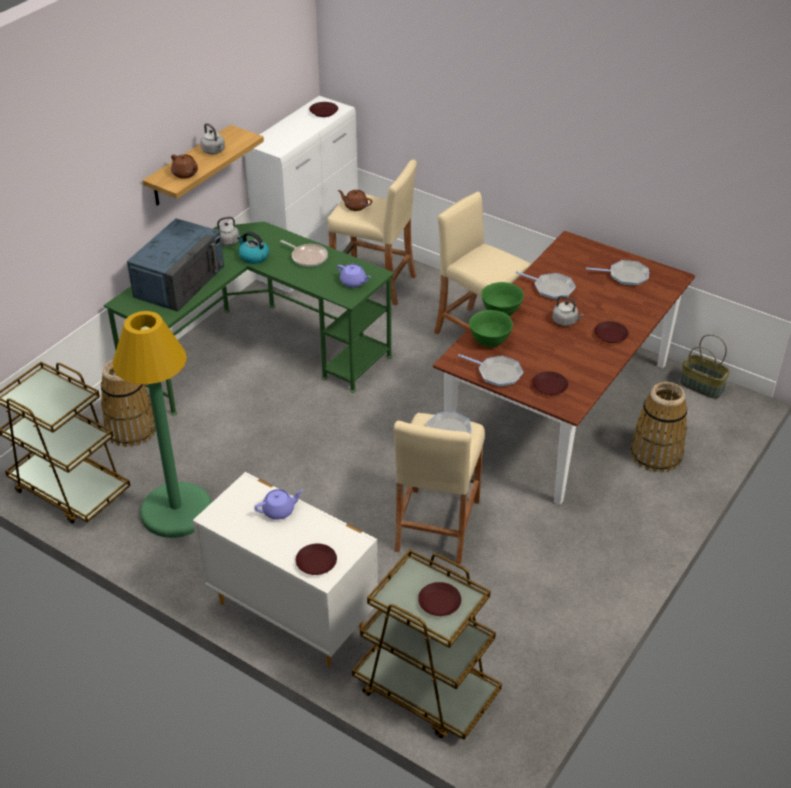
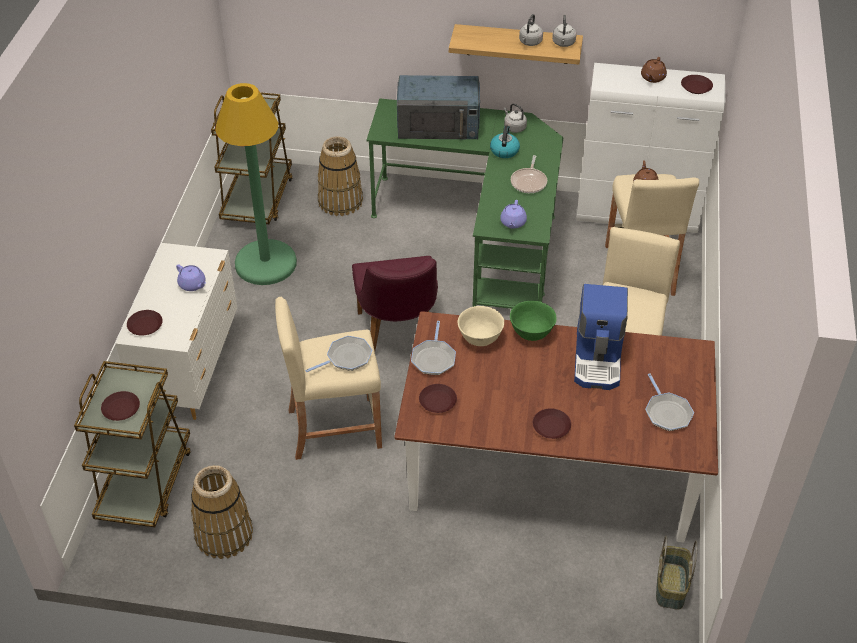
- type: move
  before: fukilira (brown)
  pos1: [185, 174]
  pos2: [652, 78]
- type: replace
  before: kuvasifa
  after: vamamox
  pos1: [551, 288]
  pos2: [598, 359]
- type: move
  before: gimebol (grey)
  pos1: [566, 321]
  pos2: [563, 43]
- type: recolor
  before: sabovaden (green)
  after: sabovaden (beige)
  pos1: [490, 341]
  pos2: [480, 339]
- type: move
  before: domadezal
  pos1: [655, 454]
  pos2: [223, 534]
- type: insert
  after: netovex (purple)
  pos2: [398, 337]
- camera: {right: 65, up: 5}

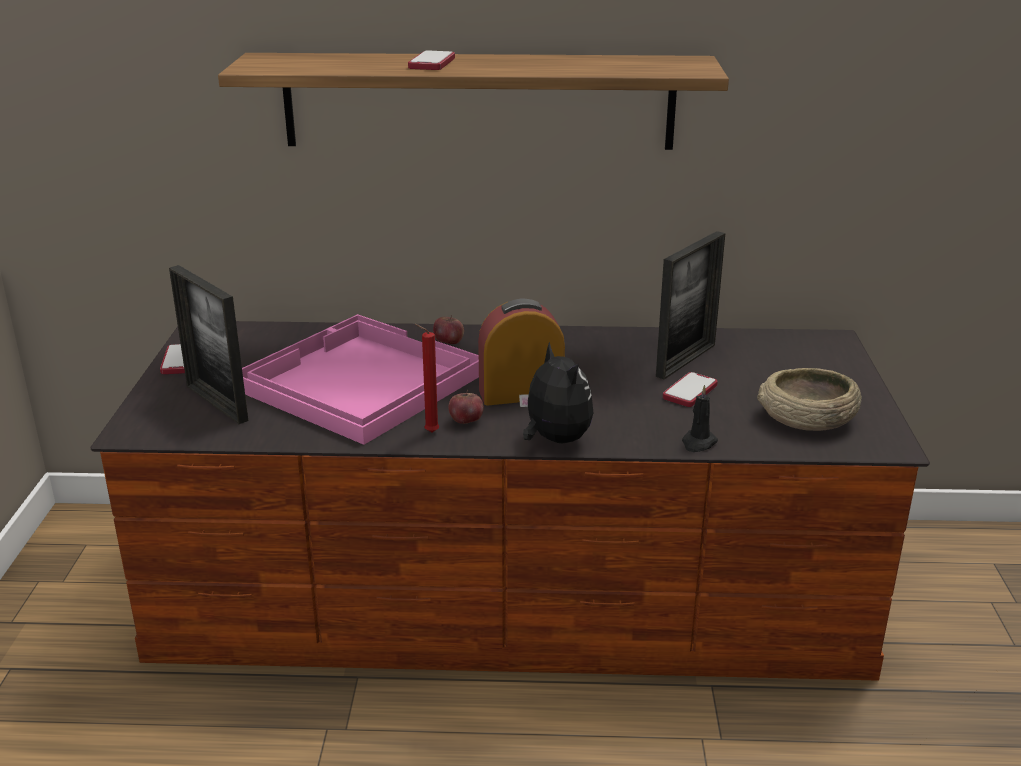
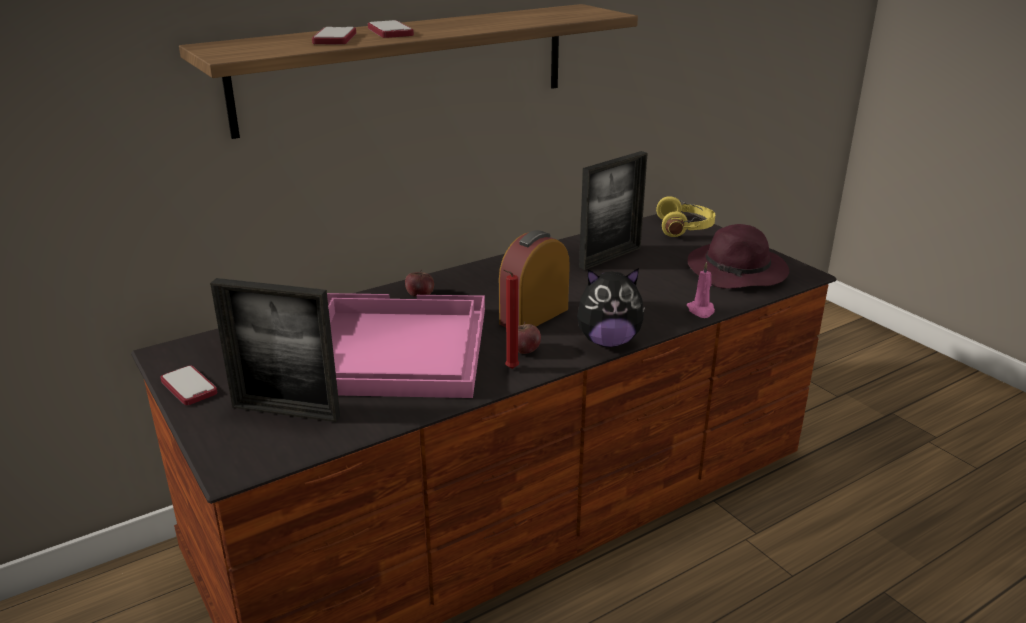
- type: rotate
  before: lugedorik
  pos1: [686, 360]
  pos2: [610, 257]
  turn: 45
- type: rotate
  before: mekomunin
  pos1: [554, 439]
  pos2: [608, 341]
  turn: 150
- type: replace
  before: sabovaden (beige)
  after: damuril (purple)
  pos1: [807, 418]
  pos2: [738, 272]
- type: move
  before: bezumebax
  pos1: [690, 391]
  pos2: [335, 38]
- type: recolor
  before: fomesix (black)
  after: fomesix (pink)
  pos1: [698, 443]
  pos2: [701, 310]
- type: insert
  after: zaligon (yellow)
  pos2: [685, 228]
- camera: {right: -35, up: 0}

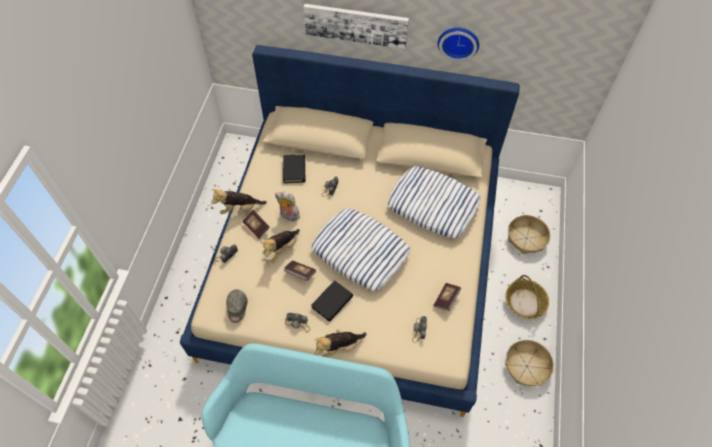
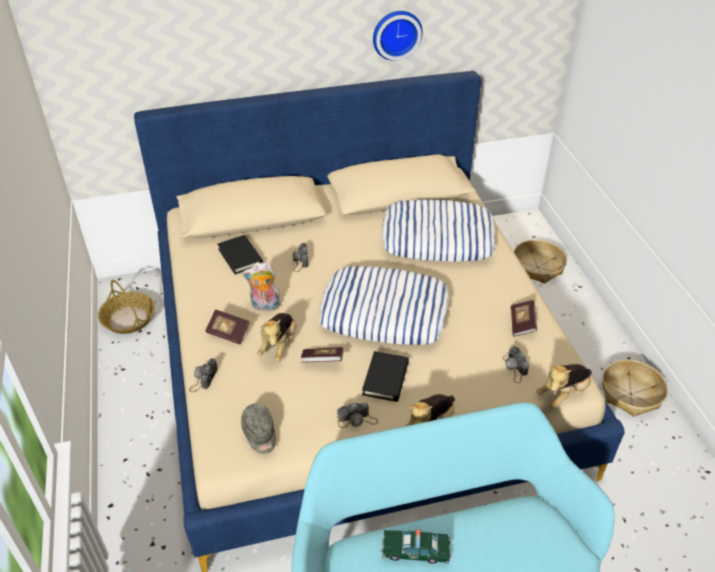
- type: delete
  before: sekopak
  pos1: [356, 24]
- type: move
  before: mekomunin
  pos1: [239, 208]
  pos2: [563, 394]
- type: move
  before: domadezal
  pos1: [525, 302]
  pos2: [129, 319]
- type: insert
  after: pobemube
  pos2: [415, 550]
- camera: {right: -25, up: -15}

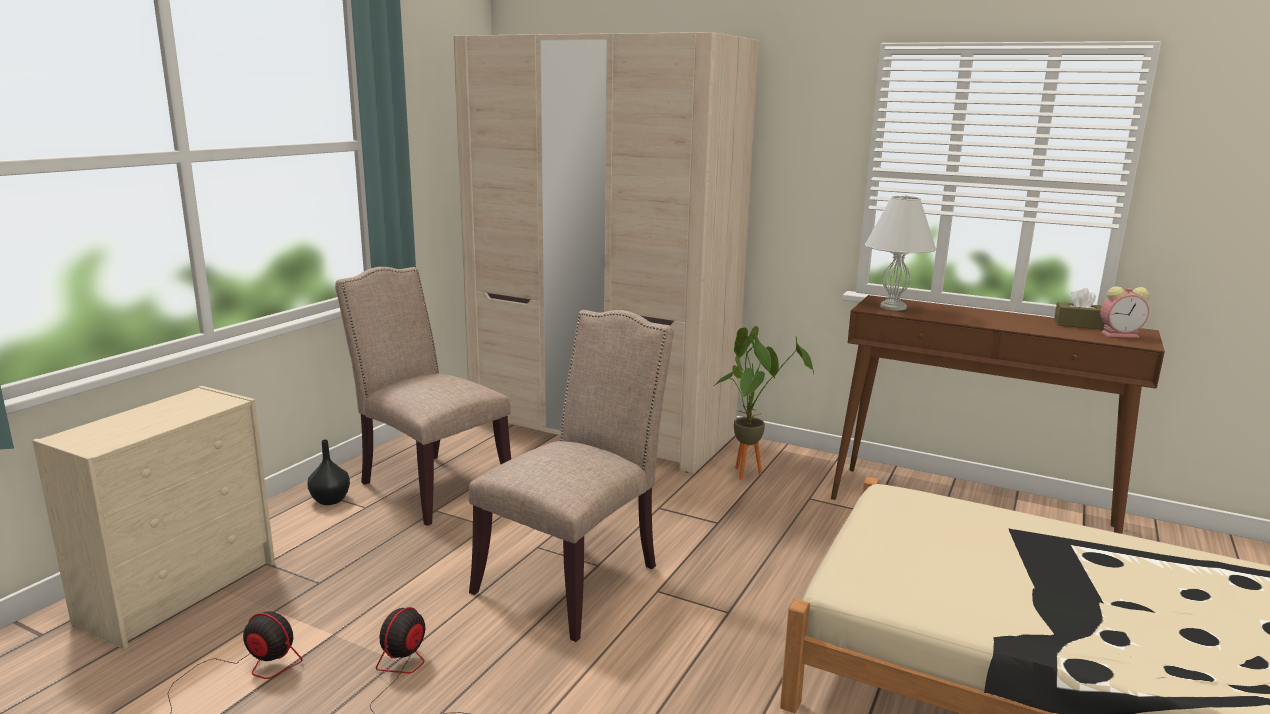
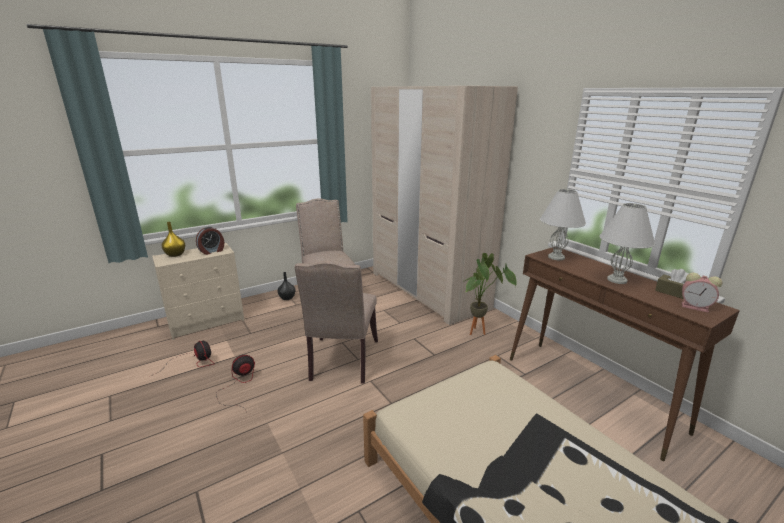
- type: rotate
  before: netovex (beige)
  pos1: [575, 577]
  pos2: [342, 362]
  turn: 120
- type: insert
  after: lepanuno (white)
  pos2: [617, 280]
- type: insert
  after: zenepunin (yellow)
  pos2: [176, 254]
- type: insert
  after: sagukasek
  pos2: [212, 251]
- camera: {right: 30, up: 5}

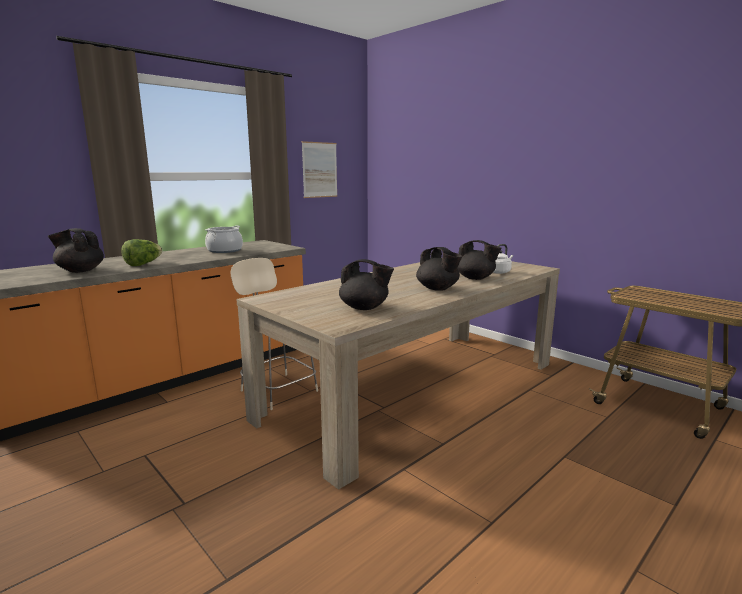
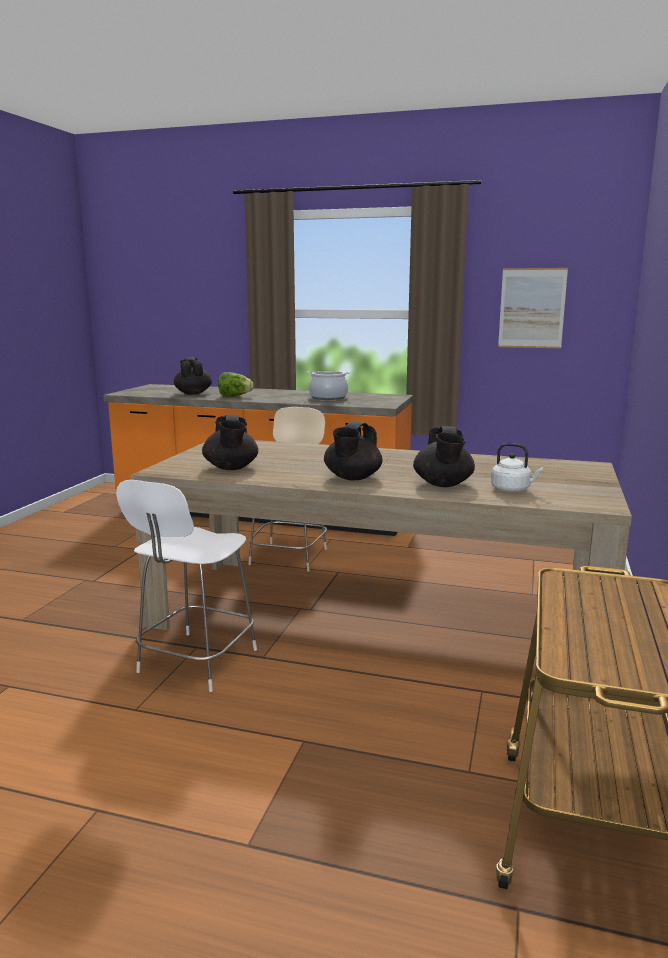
- type: insert
  after: netovex (white)
  pos2: [195, 663]
- camera: {right: 60, up: 0}

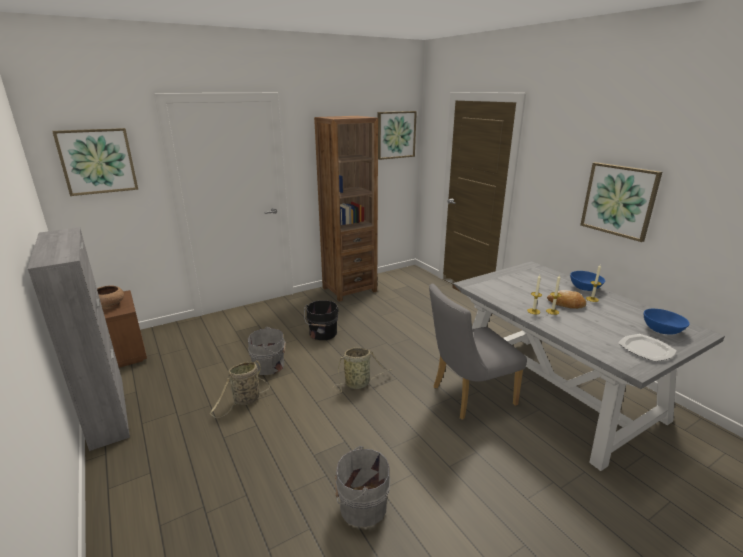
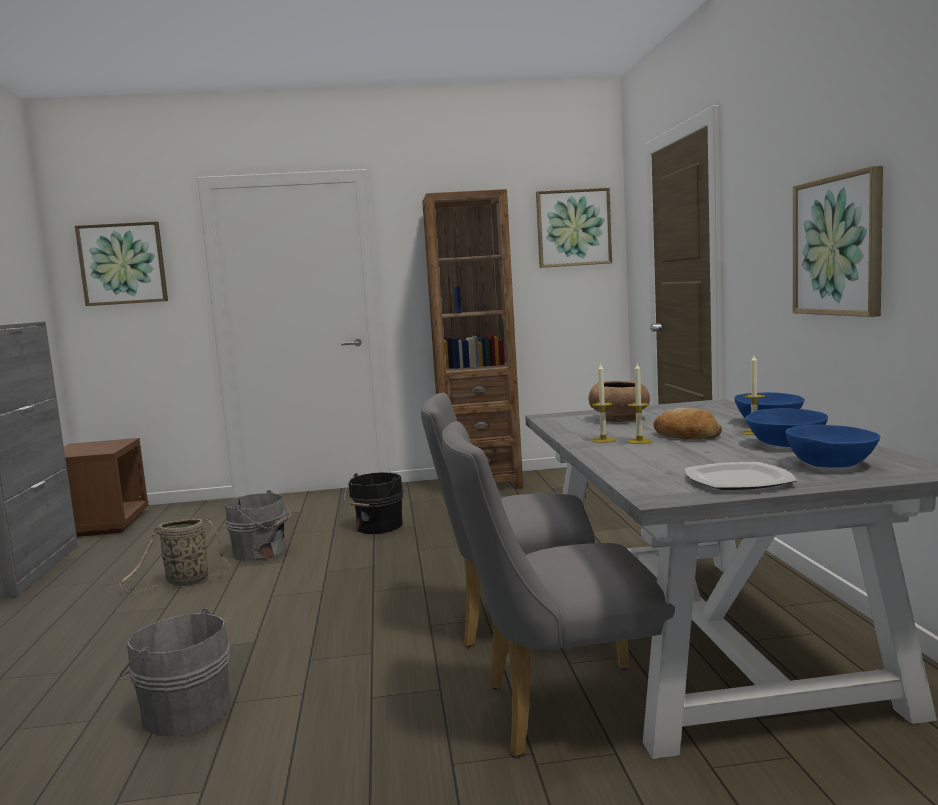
- type: move
  before: sabovaden (brown)
  pos1: [110, 305]
  pos2: [620, 419]
- type: delete
  before: domadezal
  pos1: [359, 383]
- type: insert
  after: sabovaden (blue)
  pos2: [786, 444]
- type: insert
  after: netovex (grey)
  pos2: [560, 711]
- camera: {right: 25, up: -15}

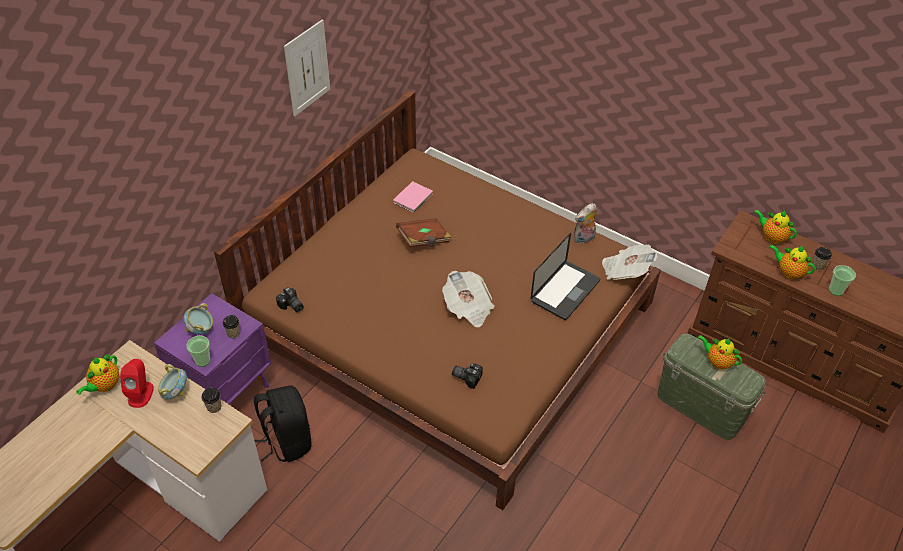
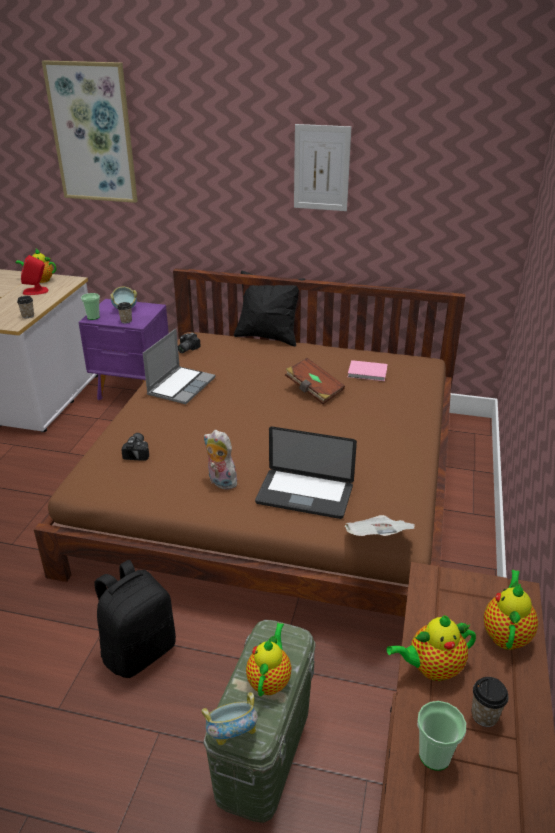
- type: move
  before: mekomunin
  pos1: [584, 239]
  pos2: [220, 482]
- type: rotate
  before: fukilira
  pos1: [788, 272]
  pos2: [431, 668]
  turn: -120
- type: delete
  before: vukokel
  pos1: [468, 308]
- type: move
  before: sabovaden
  pos1: [175, 392]
  pos2: [232, 734]
- type: move
  before: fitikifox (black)
  pos1: [287, 441]
  pos2: [139, 650]
- type: insert
  after: sekopak
  pos2: [93, 133]
- type: insert
  after: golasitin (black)
  pos2: [268, 337]
- type: insert
  after: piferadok
  pos2: [181, 386]
- camera: {right: 70, up: -15}

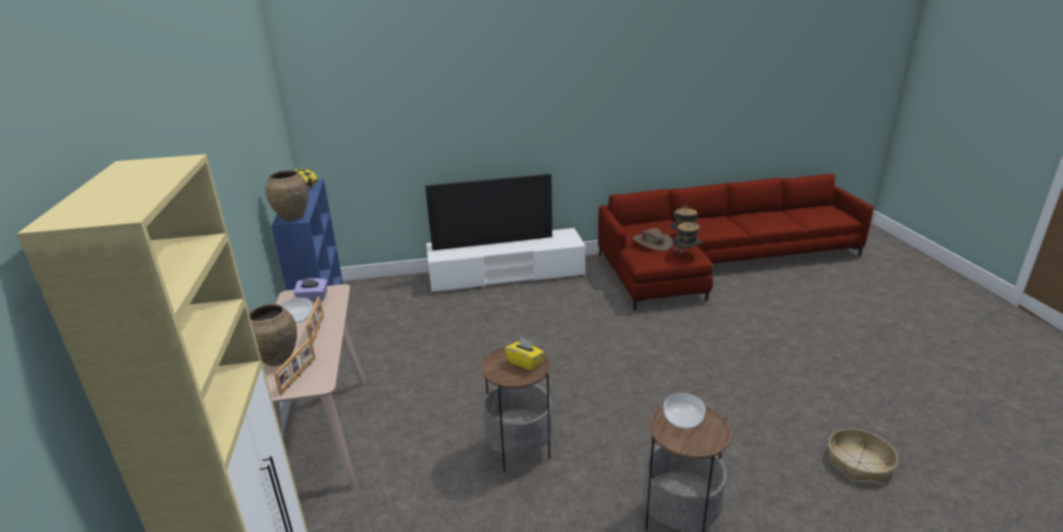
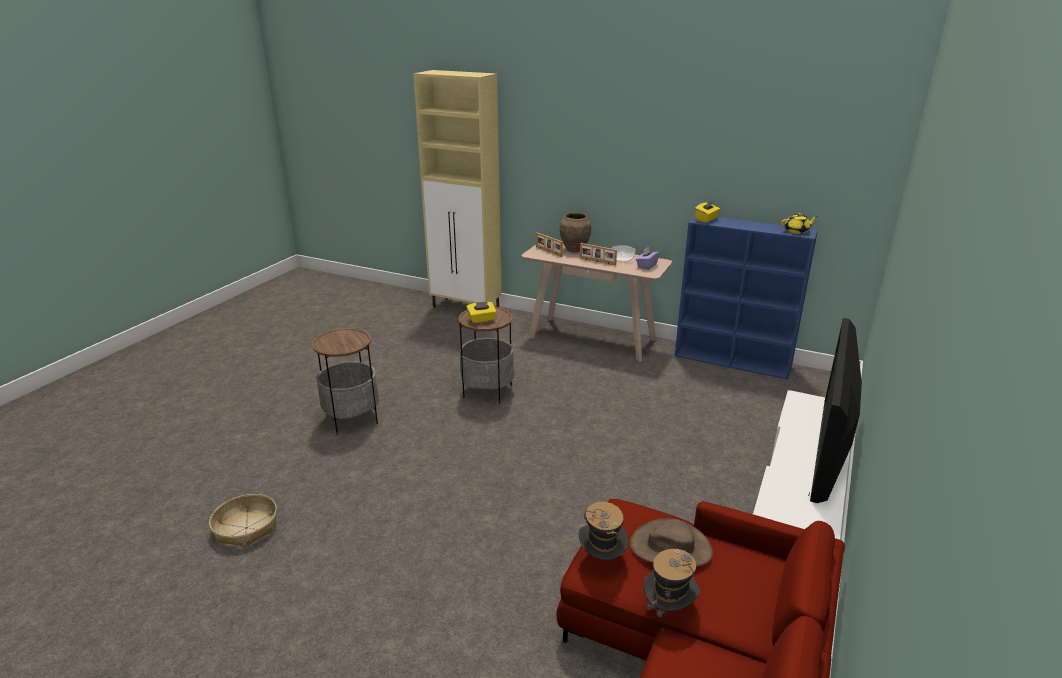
- type: replace
  before: zenepunin (brown)
  after: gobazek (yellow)
  pos1: [292, 217]
  pos2: [706, 219]
- type: delete
  before: sabovaden
  pos1: [683, 419]
- camera: {right: 125, up: 0}

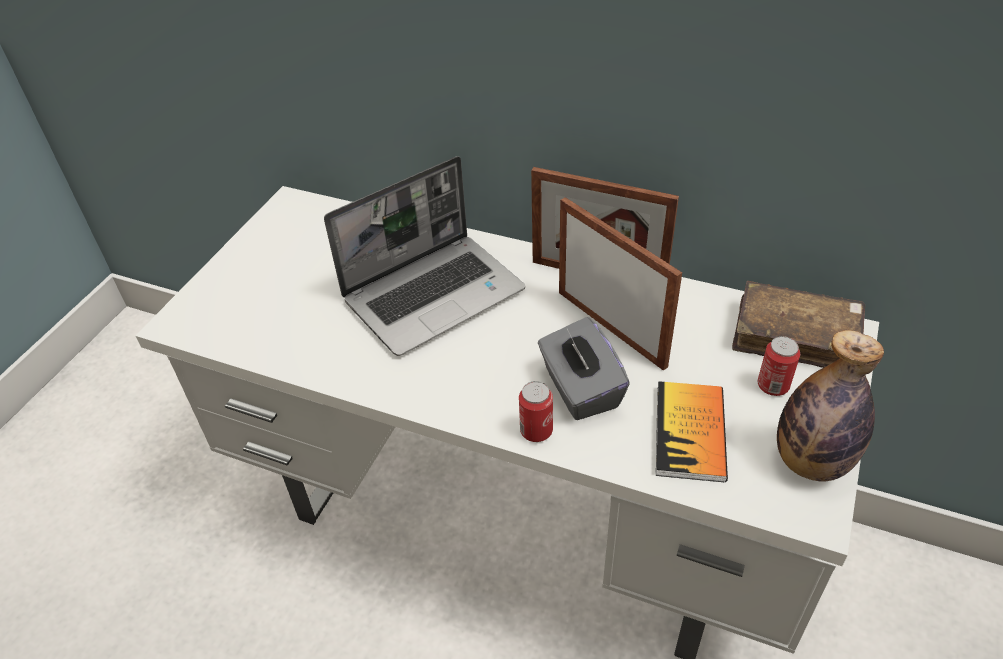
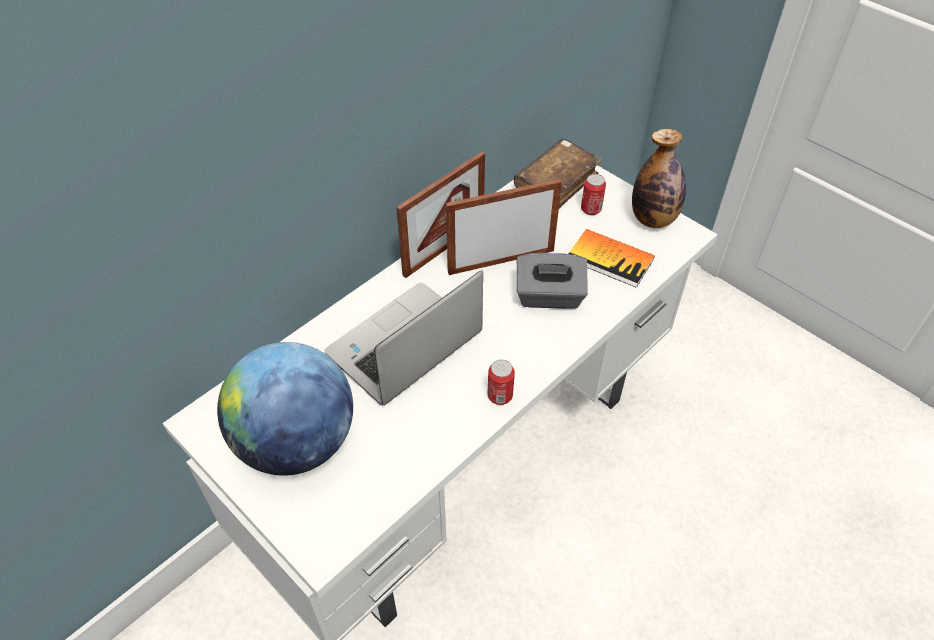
- type: rotate
  before: piferadok
  pos1: [435, 294]
  pos2: [404, 347]
  turn: -120
- type: move
  before: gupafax
  pos1: [536, 431]
  pos2: [500, 396]
- type: insert
  after: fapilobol
  pos2: [297, 443]
- camera: {right: -70, up: 5}

